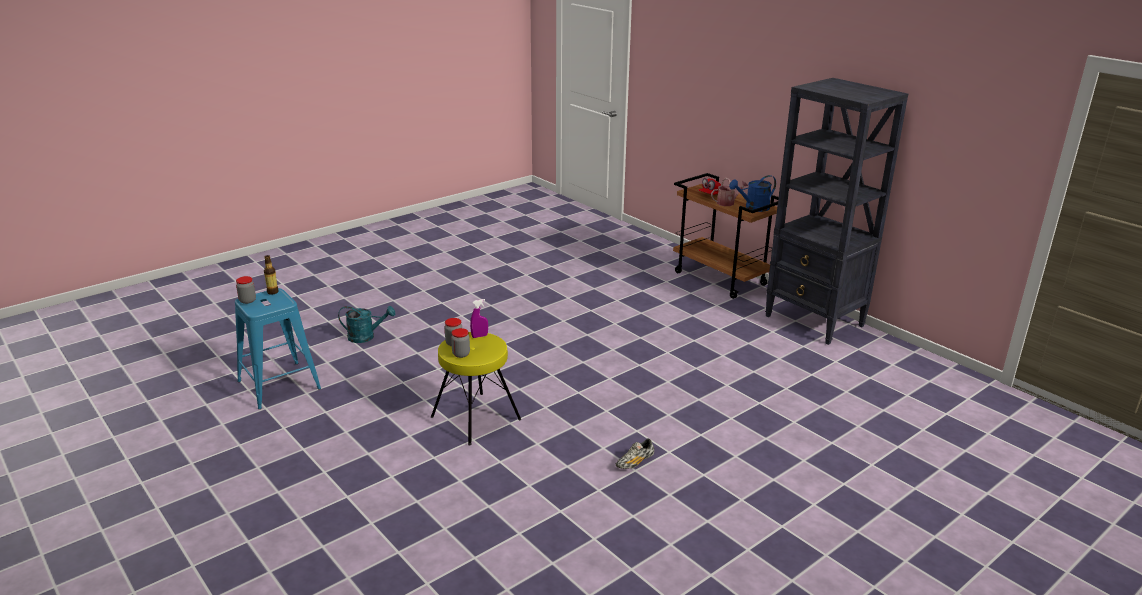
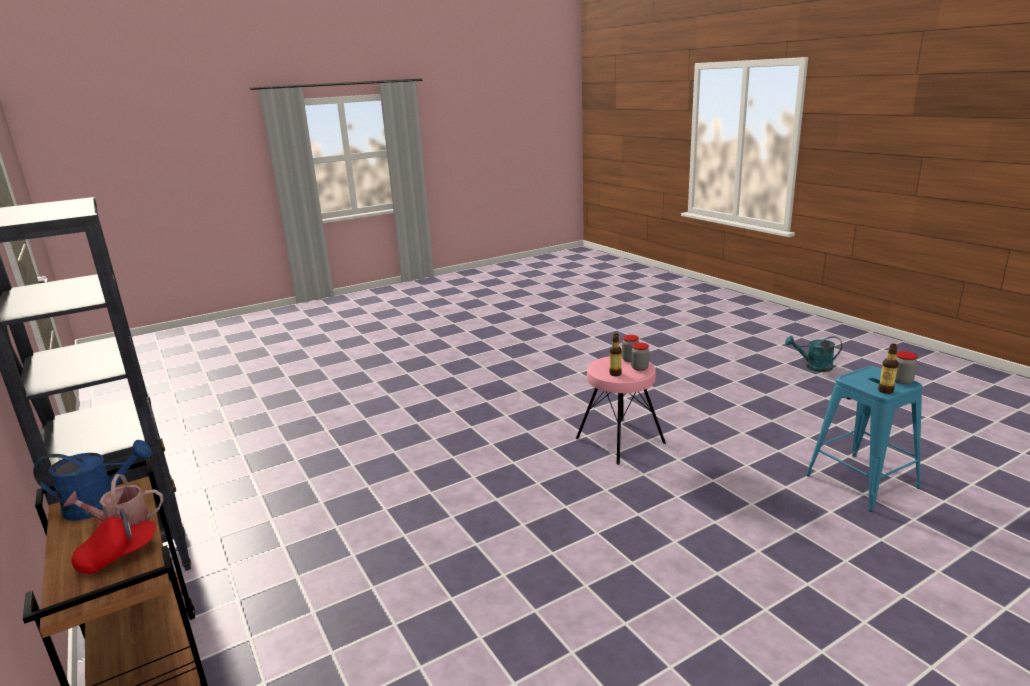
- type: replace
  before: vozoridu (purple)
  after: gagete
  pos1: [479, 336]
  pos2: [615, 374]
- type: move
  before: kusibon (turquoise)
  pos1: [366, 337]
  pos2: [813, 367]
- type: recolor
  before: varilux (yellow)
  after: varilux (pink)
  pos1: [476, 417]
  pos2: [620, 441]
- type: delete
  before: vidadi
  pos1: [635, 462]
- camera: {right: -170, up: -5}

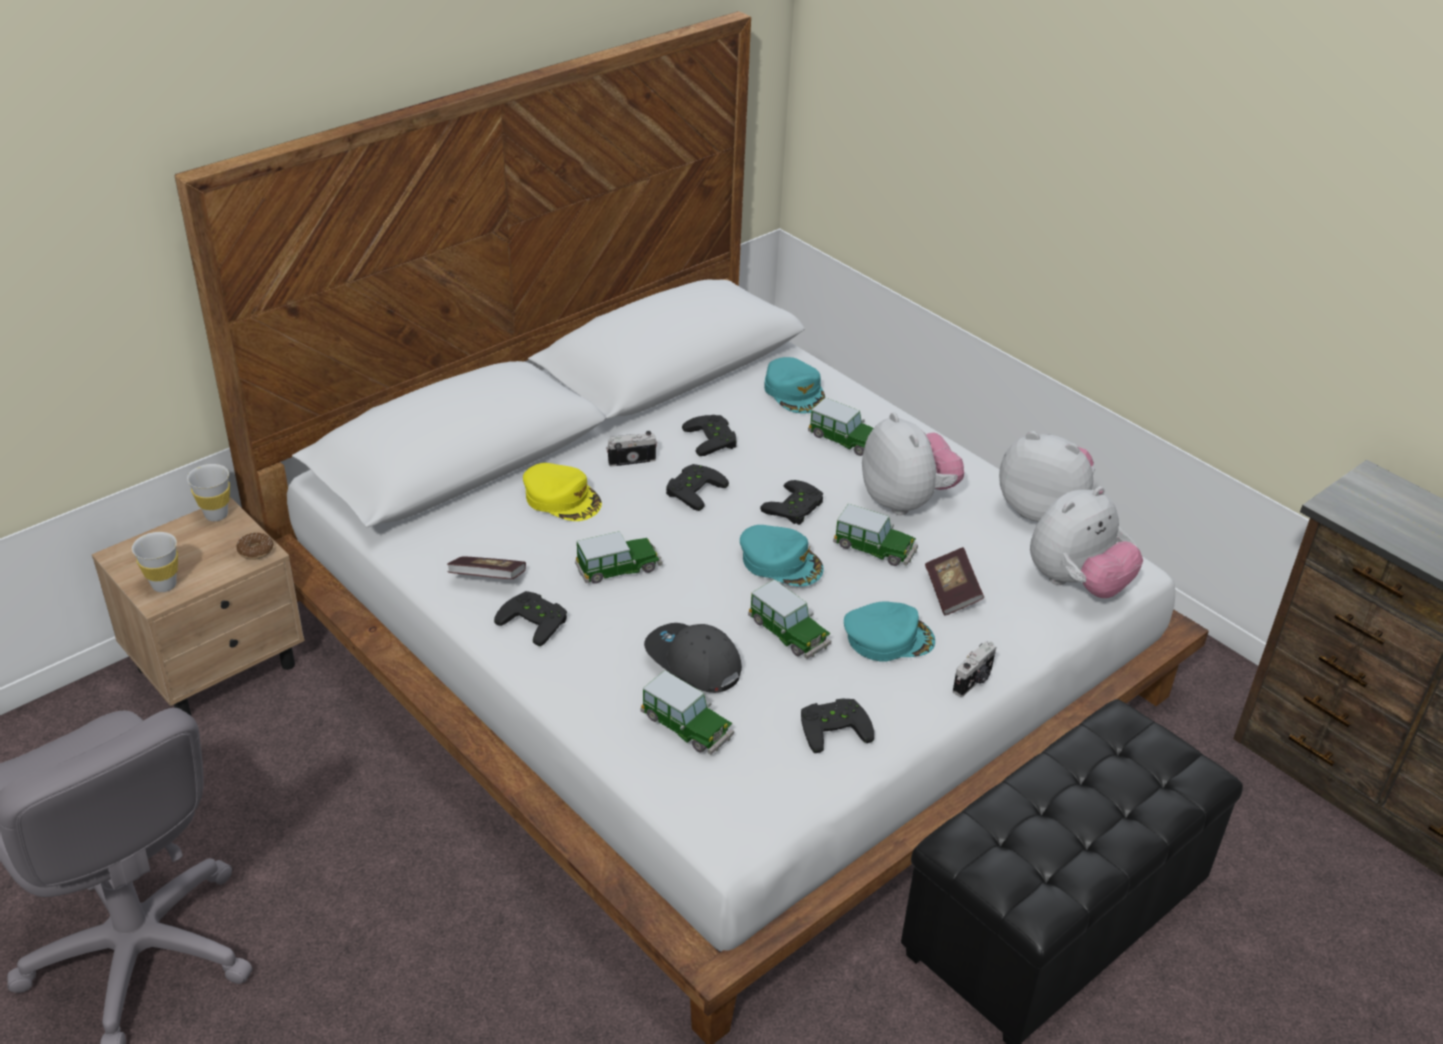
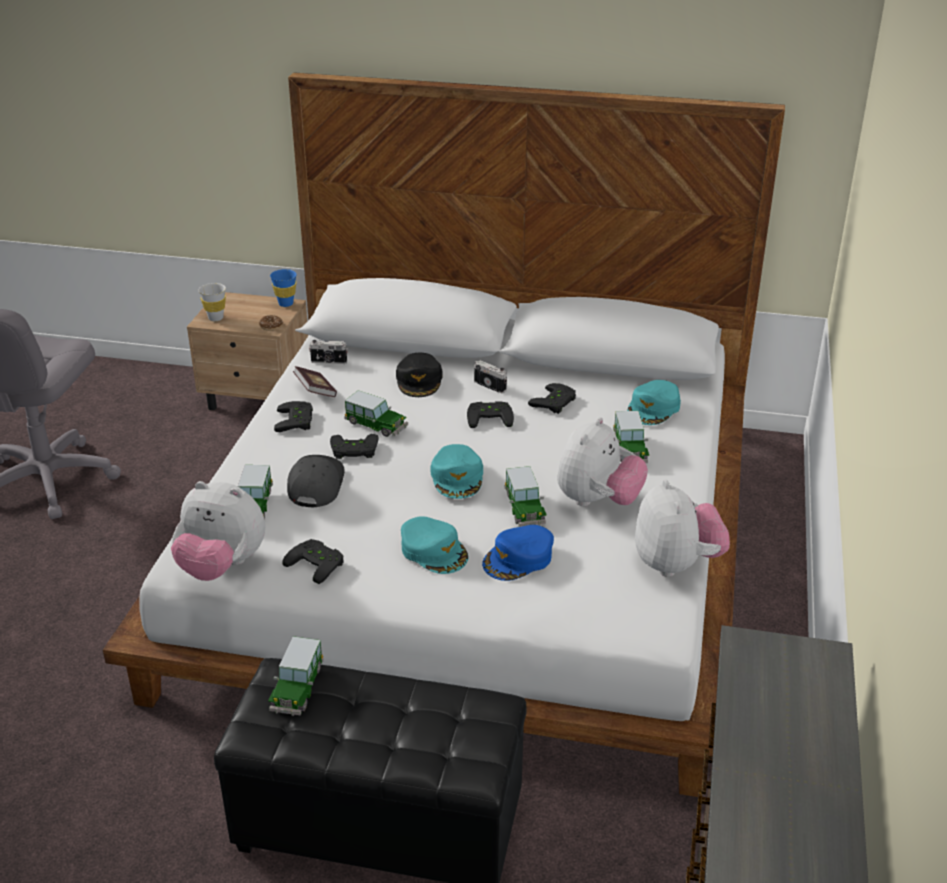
- type: recolor
  before: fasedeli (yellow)
  after: fasedeli (black)
  pos1: [562, 498]
  pos2: [419, 380]
- type: recolor
  before: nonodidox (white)
  after: nonodidox (blue)
  pos1: [216, 515]
  pos2: [286, 304]
- type: move
  before: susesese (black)
  pos1: [796, 508]
  pos2: [354, 451]
- type: move
  before: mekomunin
  pos1: [1076, 583]
  pos2: [222, 566]
- type: replace
  before: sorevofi
  after: fasedeli (blue)
  pos1: [952, 592]
  pos2: [518, 559]
- type: move
  before: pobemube
  pos1: [789, 633]
  pos2: [297, 688]
- type: move
  before: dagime
  pos1: [974, 681]
  pos2: [329, 362]
- camera: {right: 55, up: -5}

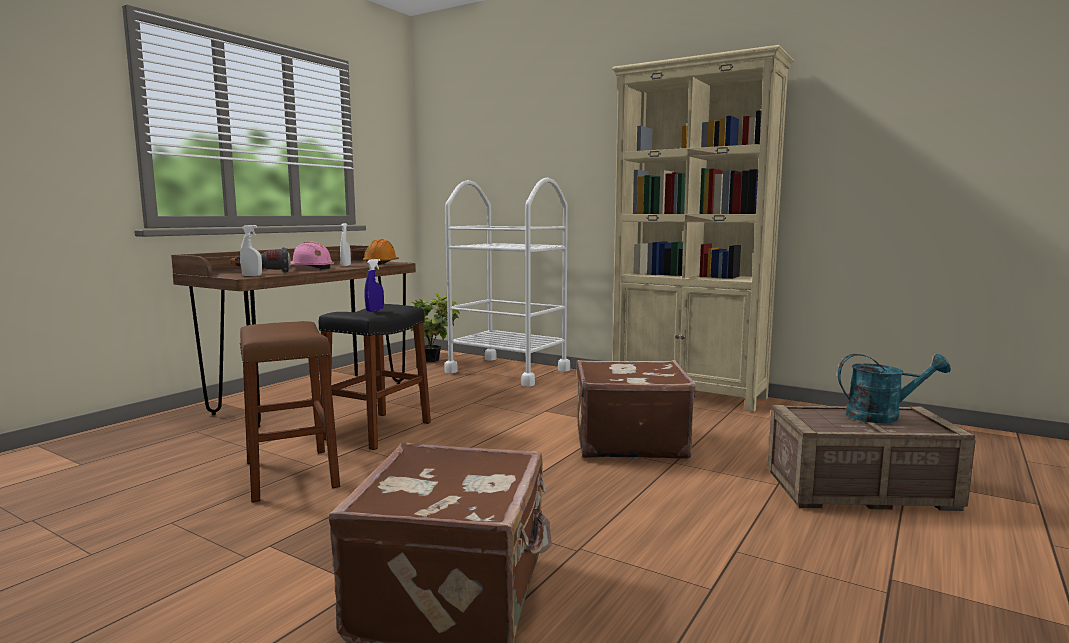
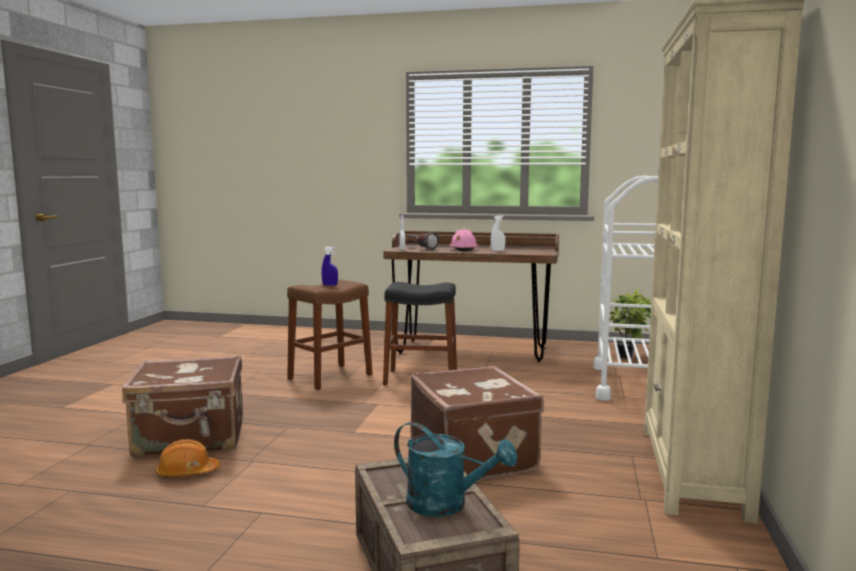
- type: move
  before: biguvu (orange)
  pos1: [381, 264]
  pos2: [187, 473]
- type: move
  before: vozoridu (blue)
  pos1: [375, 310]
  pos2: [330, 285]
- type: rotate
  before: kusibon (turquoise)
  pos1: [882, 416]
  pos2: [447, 505]
  turn: -45
- camera: {right: 70, up: 0}

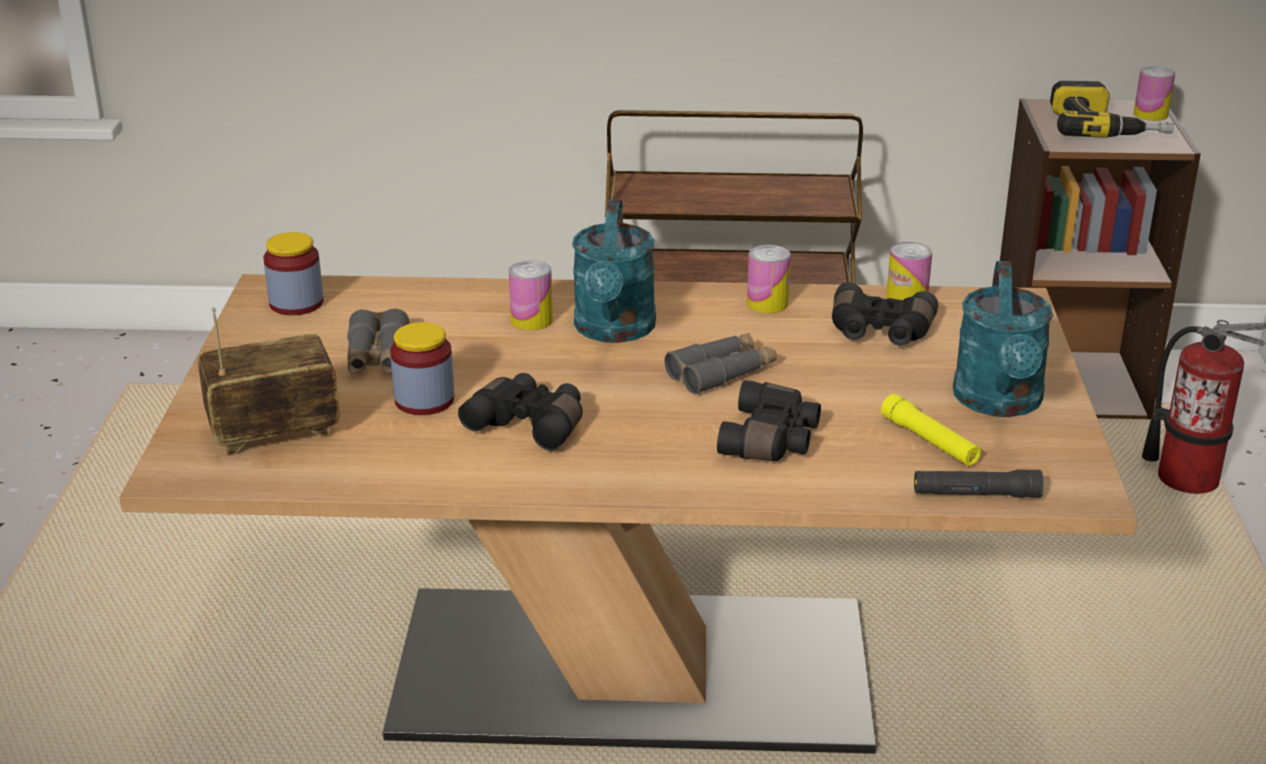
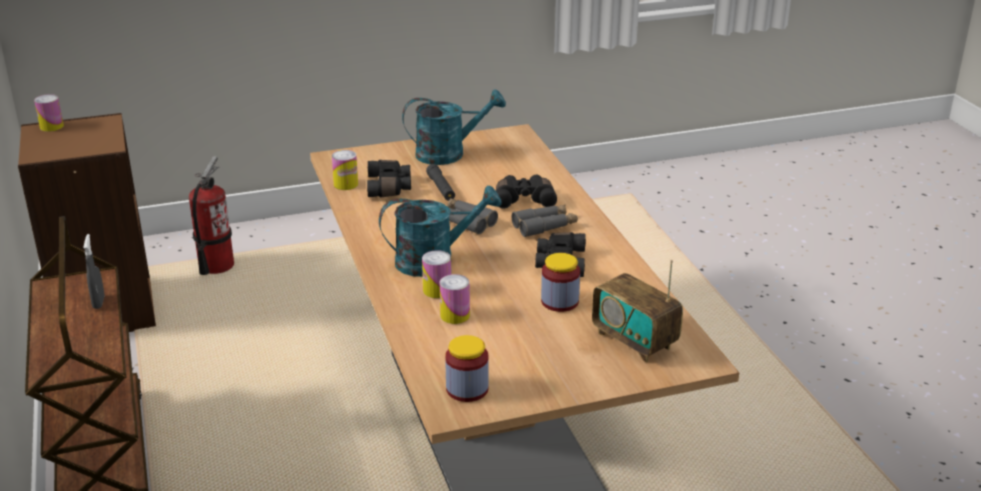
- type: delete
  before: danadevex
  pos1: [1105, 127]
- type: move
  before: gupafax
  pos1: [767, 303]
  pos2: [455, 315]
- type: move
  before: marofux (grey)
  pos1: [377, 356]
  pos2: [544, 226]
- type: delete
  before: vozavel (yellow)
  pos1: [929, 441]
- type: move
  before: vozavel (black)
  pos1: [976, 494]
  pos2: [441, 188]
- type: insert
  after: vozoridu (grey)
  pos2: [98, 302]
- camera: {right: -110, up: 0}

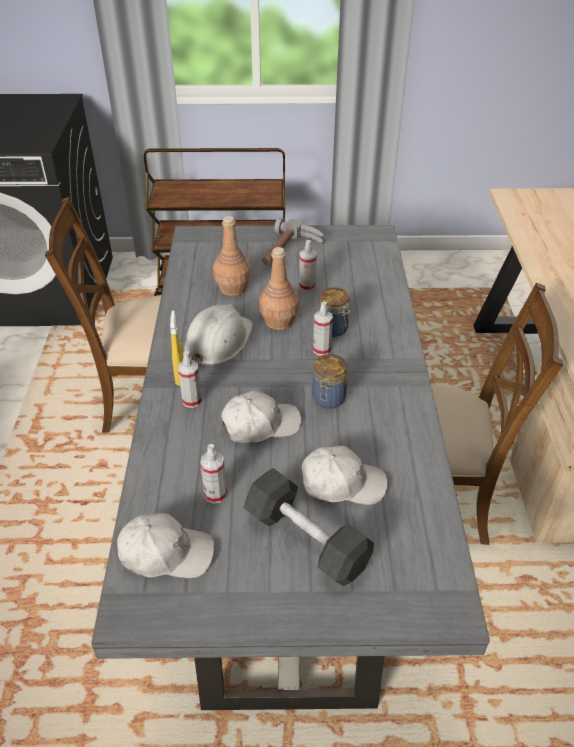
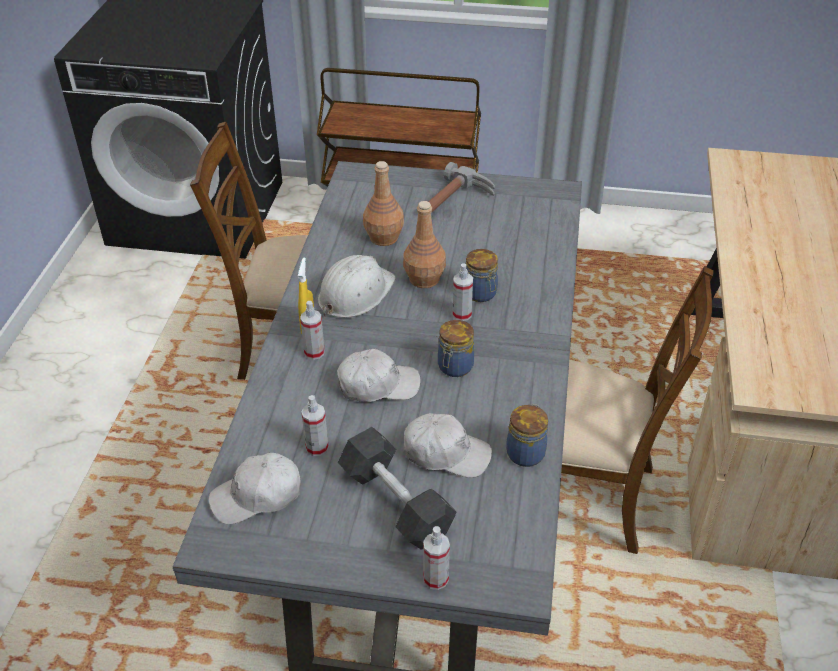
- type: move
  before: vozoridu
  pos1: [307, 286]
  pos2: [436, 578]
- type: rotate
  before: fasedeli (white)
  pos1: [166, 553]
  pos2: [257, 496]
  turn: 150
- type: insert
  after: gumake
  pos2: [526, 452]
- camera: {right: 10, up: 0}

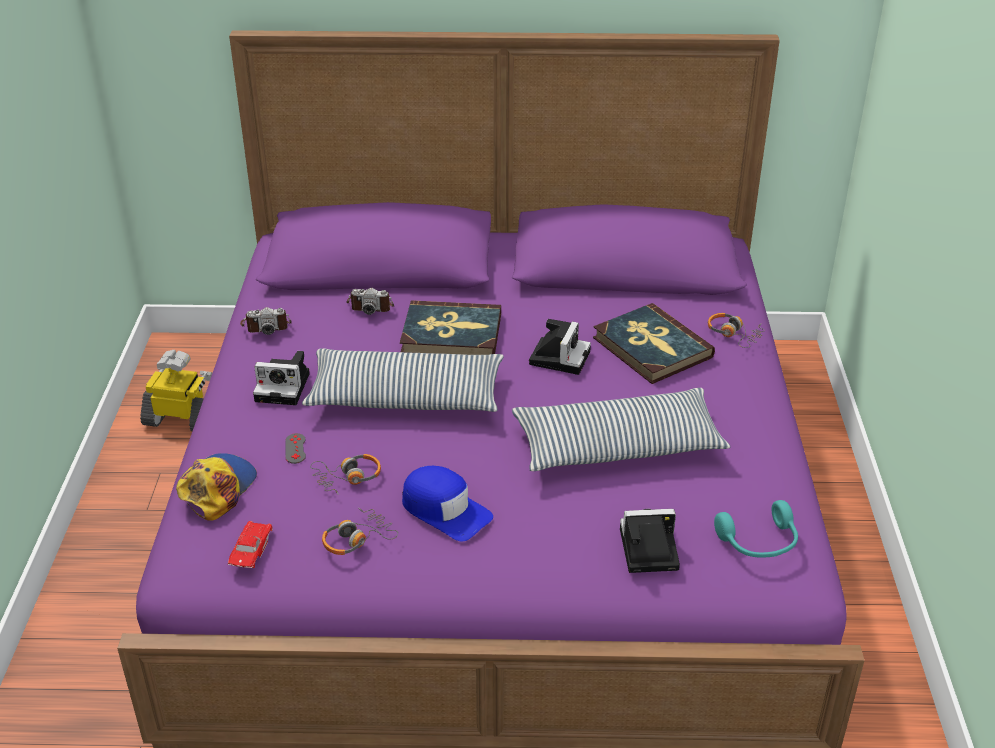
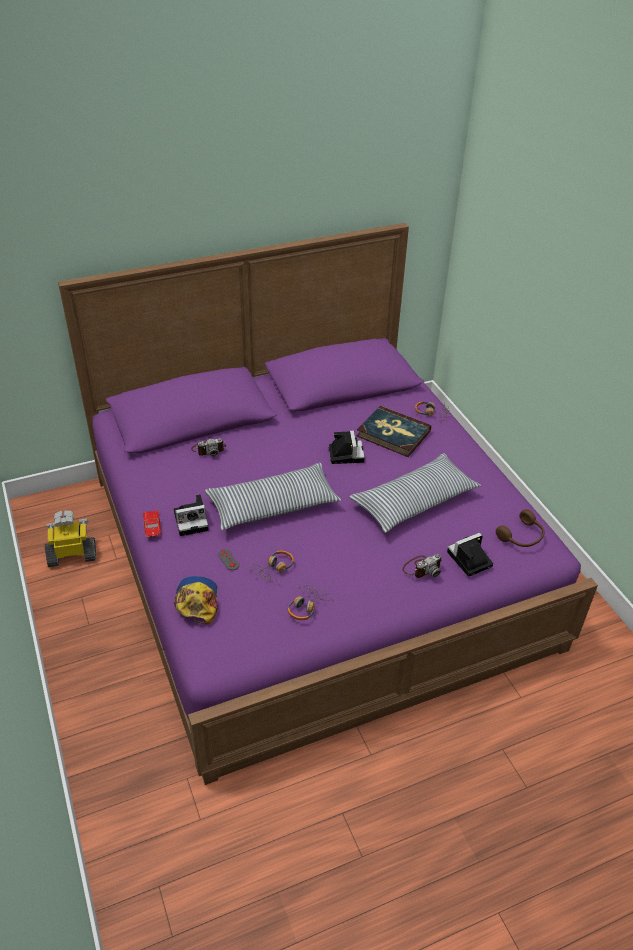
- type: delete
  before: sorevofi
  pos1: [451, 334]
- type: move
  before: dagime
  pos1: [266, 325]
  pos2: [422, 568]
- type: delete
  before: fasedeli (blue)
  pos1: [445, 510]
- type: recolor
  before: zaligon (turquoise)
  after: zaligon (brown)
  pos1: [759, 543]
  pos2: [522, 537]
- type: move
  before: pobemube (red)
  pos1: [251, 549]
  pos2: [152, 526]
- camera: {right: -25, up: 5}

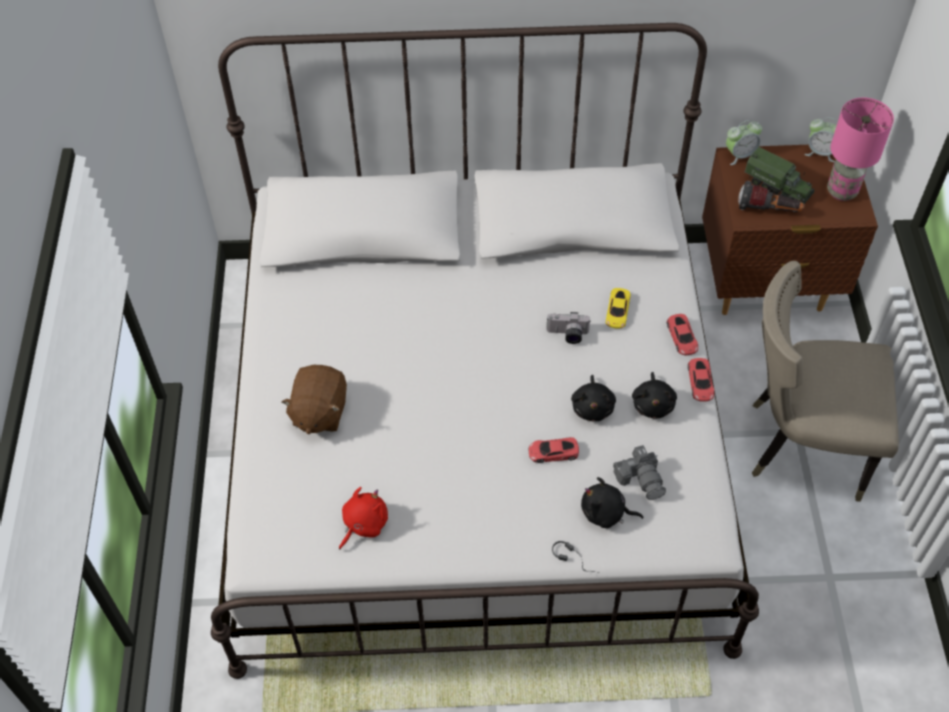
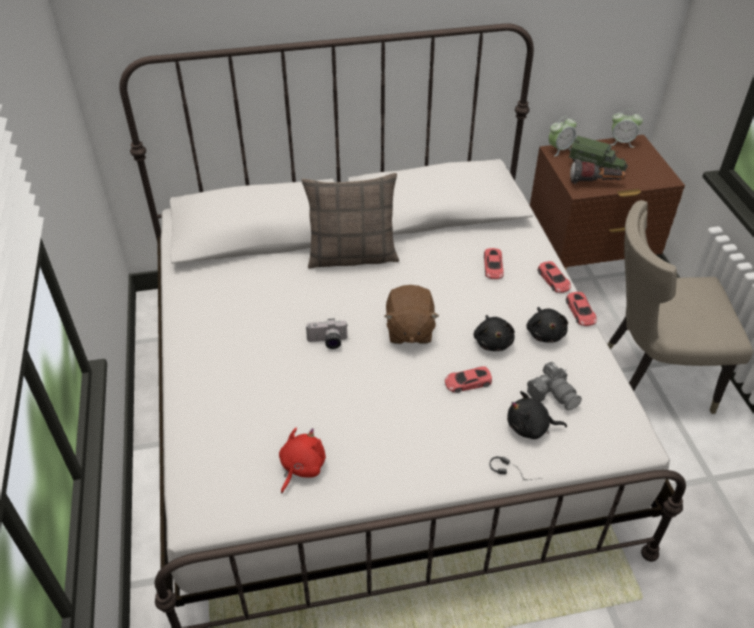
- type: delete
  before: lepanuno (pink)
  pos1: [842, 191]
- type: recolor
  before: pobemube (yellow)
  after: pobemube (red)
  pos1: [617, 311]
  pos2: [493, 267]
- type: move
  before: dagime
  pos1: [567, 335]
  pos2: [327, 342]
- type: move
  before: mekomunin (brown)
  pos1: [319, 412]
  pos2: [409, 330]
- type: insert
  after: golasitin
  pos2: [352, 256]
- camera: {right: -10, up: -10}

